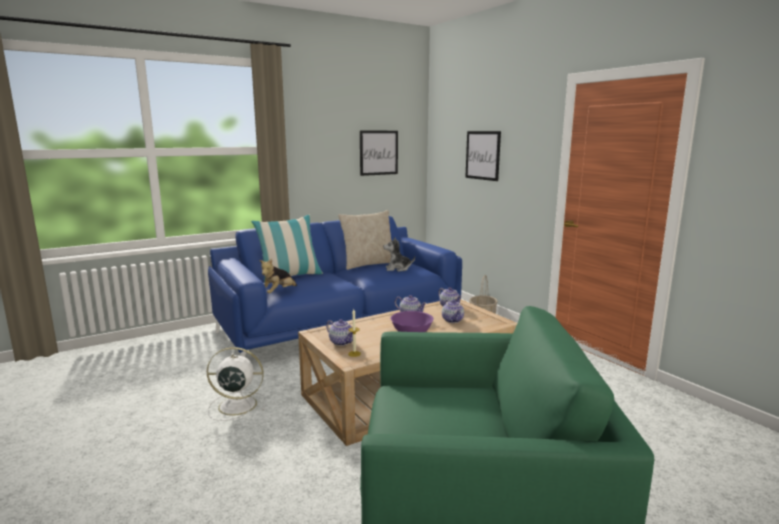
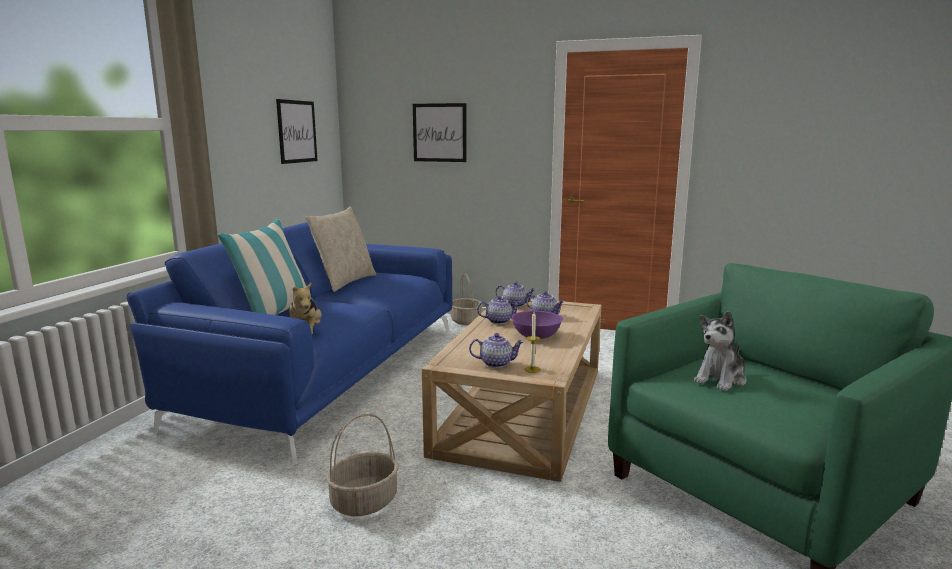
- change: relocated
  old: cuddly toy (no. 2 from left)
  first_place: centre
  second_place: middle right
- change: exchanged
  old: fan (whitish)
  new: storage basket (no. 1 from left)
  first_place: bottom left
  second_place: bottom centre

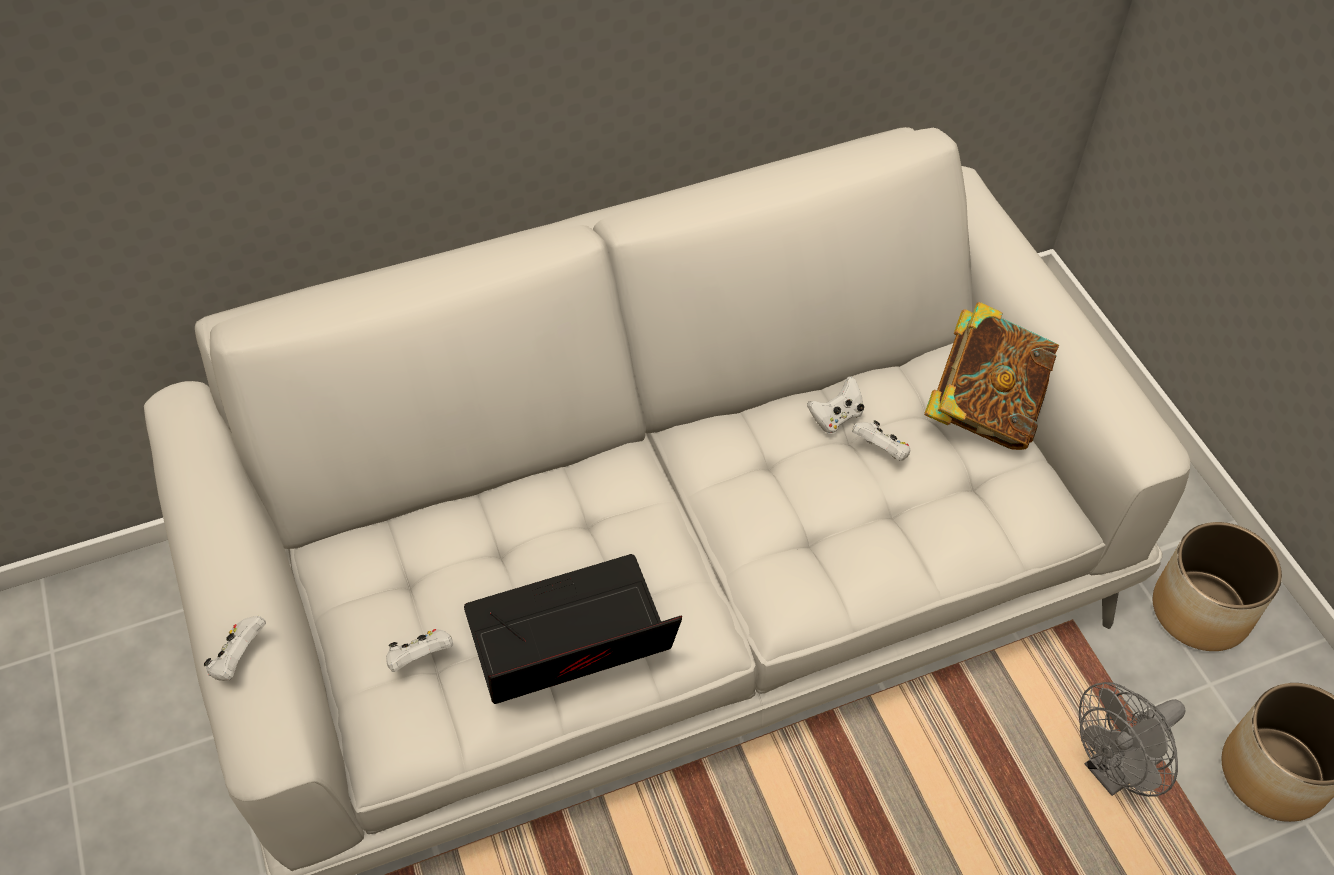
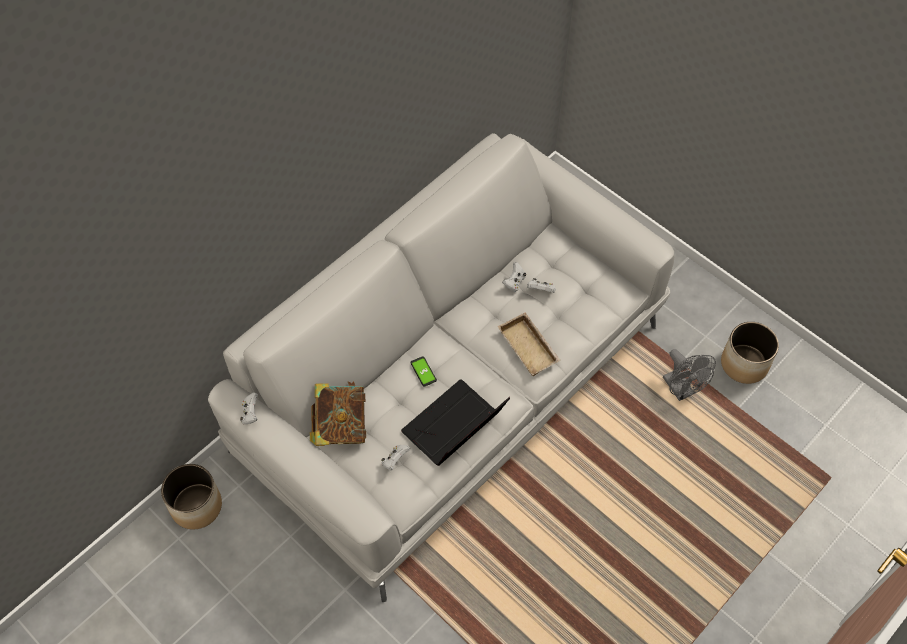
- change: relocated
  old: book
  first_place: middle right
  second_place: centre
- change: relocated
  old: flower pot (no. 1 from left)
  first_place: bottom right
  second_place: bottom left
- change: relocated
  old: joypad (whitish) (no. 1 from left)
  first_place: bottom left
  second_place: middle left
- change: spun
  old: fan (gray)
  first_place: bottom right
  second_place: middle right
  degrees: -60
- change: appeared
  new: carrying tray (beige)
  second_place: centre
- change: appeared
  new: phone
  second_place: centre

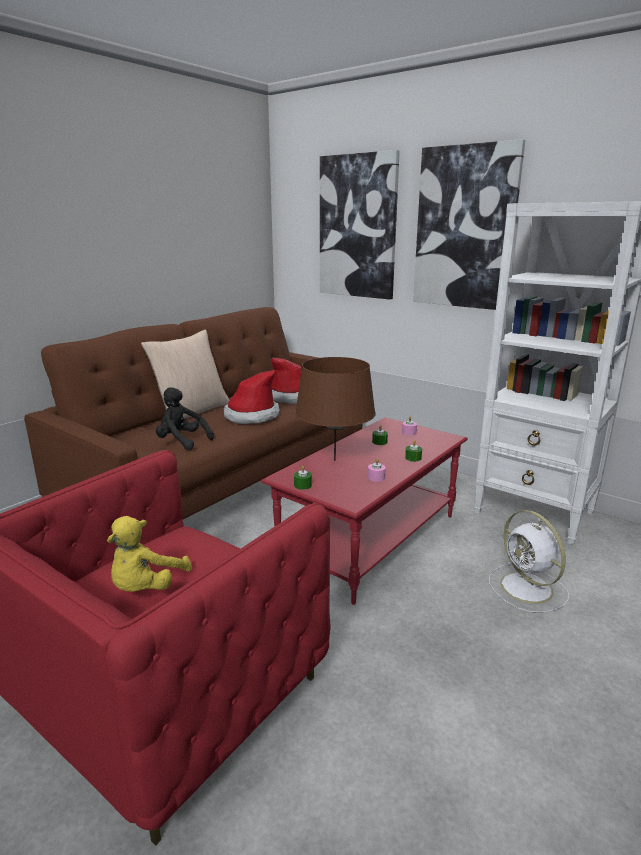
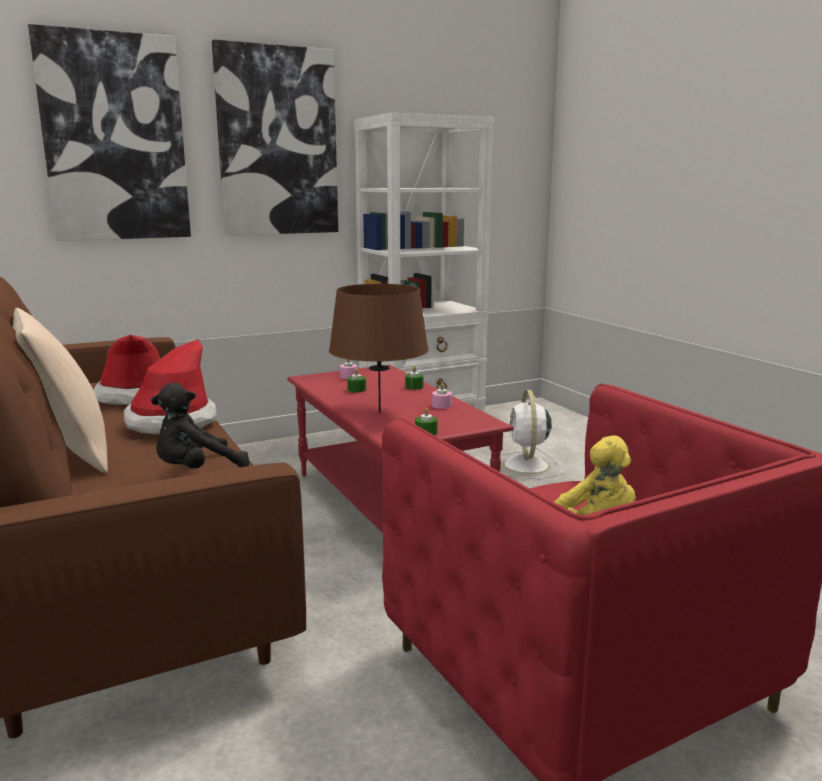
- change: spun
  old: fan (whitish)
  first_place: middle right
  second_place: centre
  degrees: 90

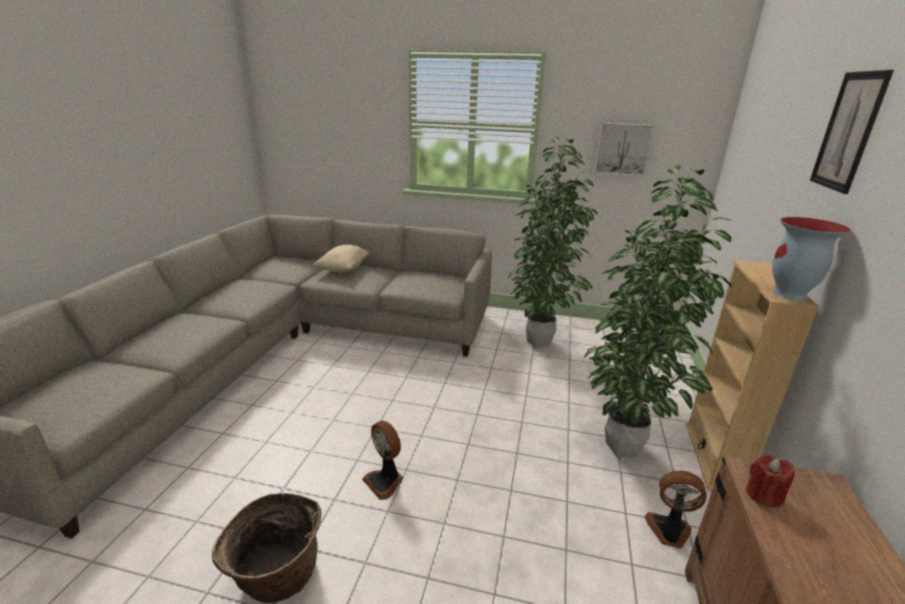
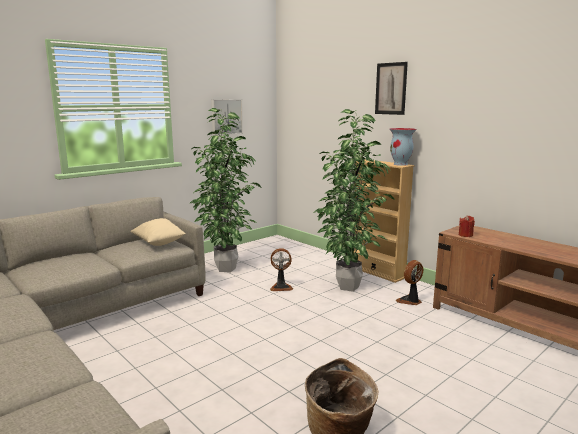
- change: relocated
  old: pillow (beige)
  first_place: centre
  second_place: middle left
- change: relocated
  old: fan (no. 1 from left)
  first_place: bottom centre
  second_place: centre

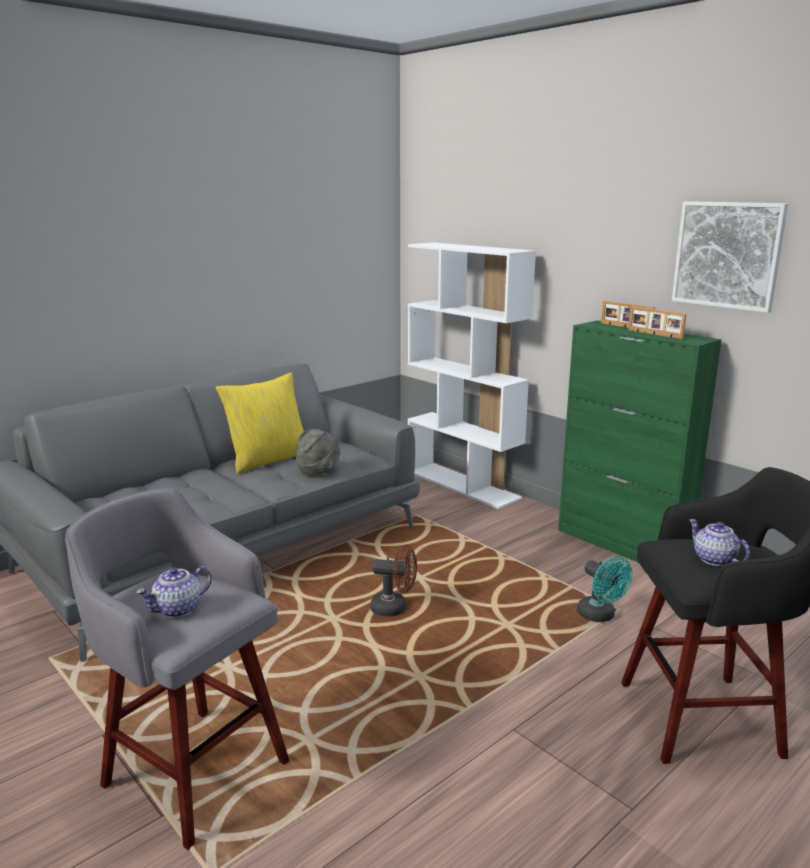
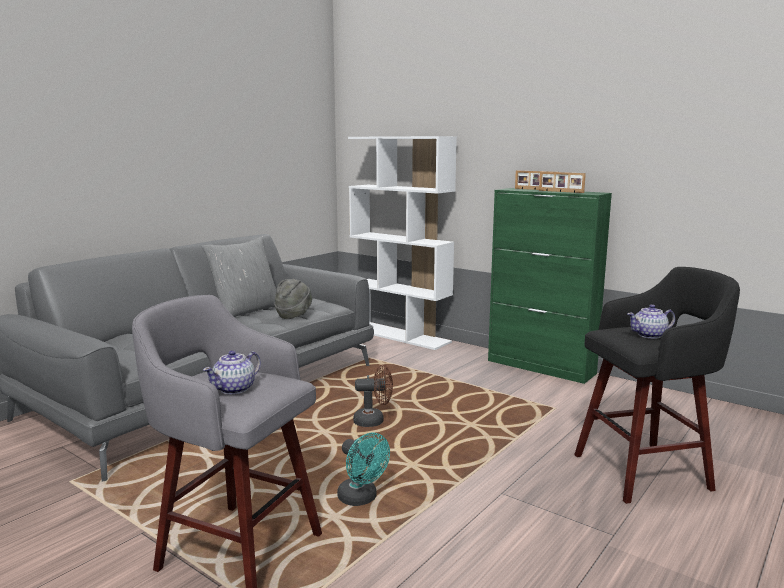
- change: missing
  old: wall art
  first_place: top right
- change: colour
  old: pillow (yellow-coloured)
  new: pillow (gray)
  first_place: middle left
  second_place: middle left
- change: spun
  old: pot for tea (no. 2 from left)
  first_place: middle right
  second_place: middle right
  degrees: -60
- change: relocated
  old: fan (turquoise)
  first_place: bottom right
  second_place: bottom centre

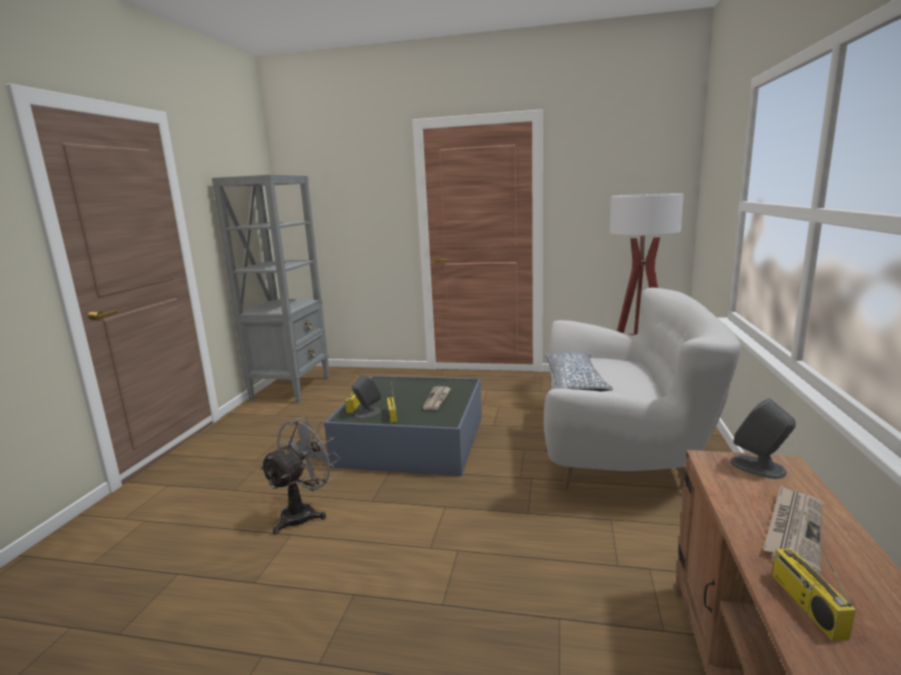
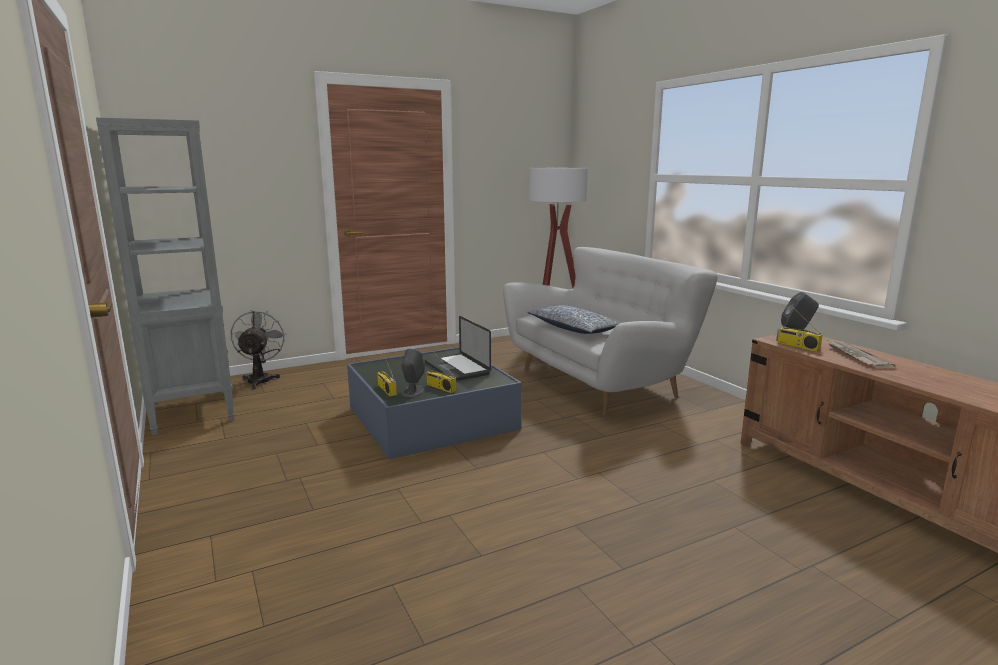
- change: exchanged
  old: printed paper (no. 1 from left)
  new: notebook computer
  first_place: centre
  second_place: centre
- change: relocated
  old: fan (gray)
  first_place: bottom left
  second_place: middle left
- change: relocated
  old: radio receiver (no. 3 from left)
  first_place: bottom right
  second_place: middle right

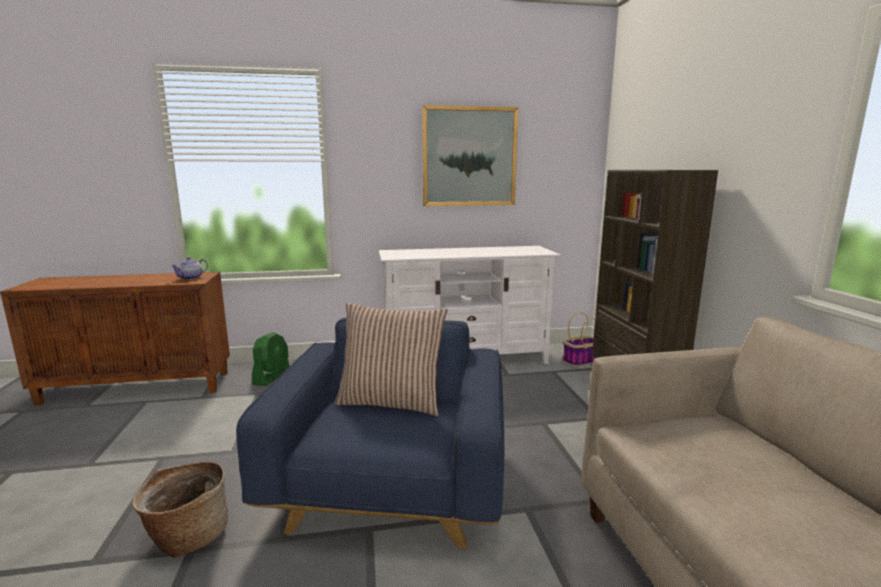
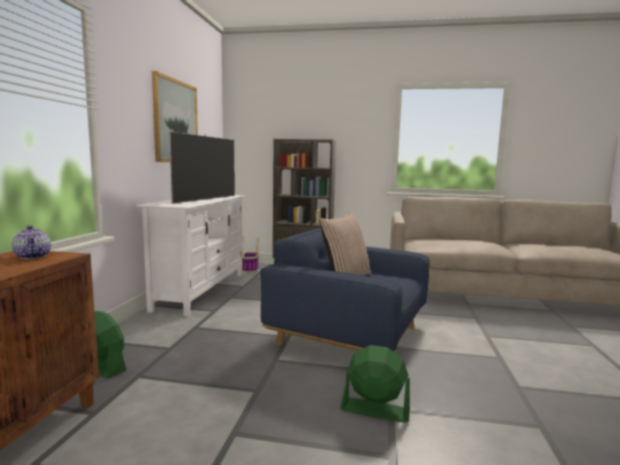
- change: exchanged
  old: storage basket (no. 1 from left)
  new: fan (greenish) (no. 2 from left)
  first_place: bottom left
  second_place: bottom centre
- change: appeared
  new: TV
  second_place: middle left

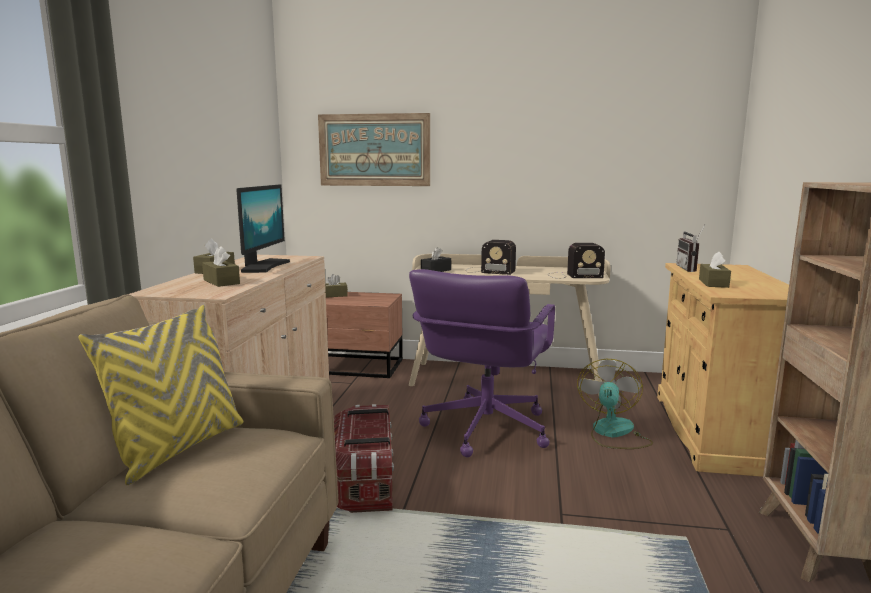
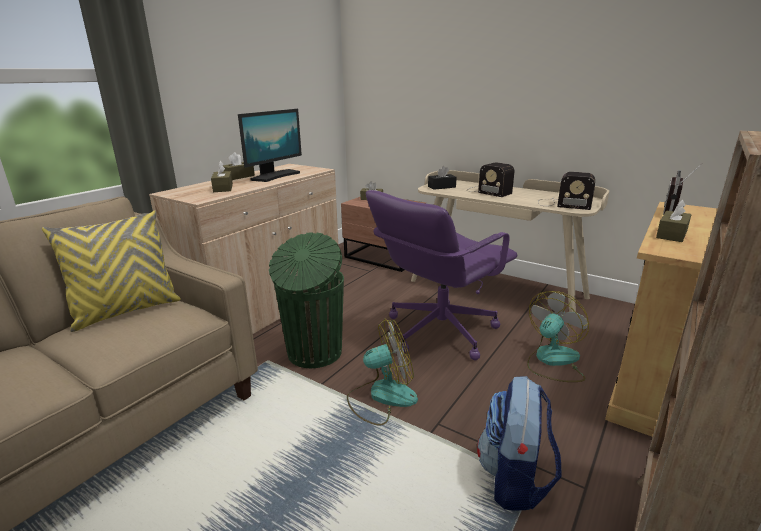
- change: missing
  old: wall art
  first_place: top centre
- change: exchanged
  old: storage container
  new: waste bin (greenish)
  first_place: bottom centre
  second_place: centre
- change: appeared
  new: fan (no. 1 from left)
  second_place: bottom centre
- change: appeared
  new: knapsack
  second_place: bottom right

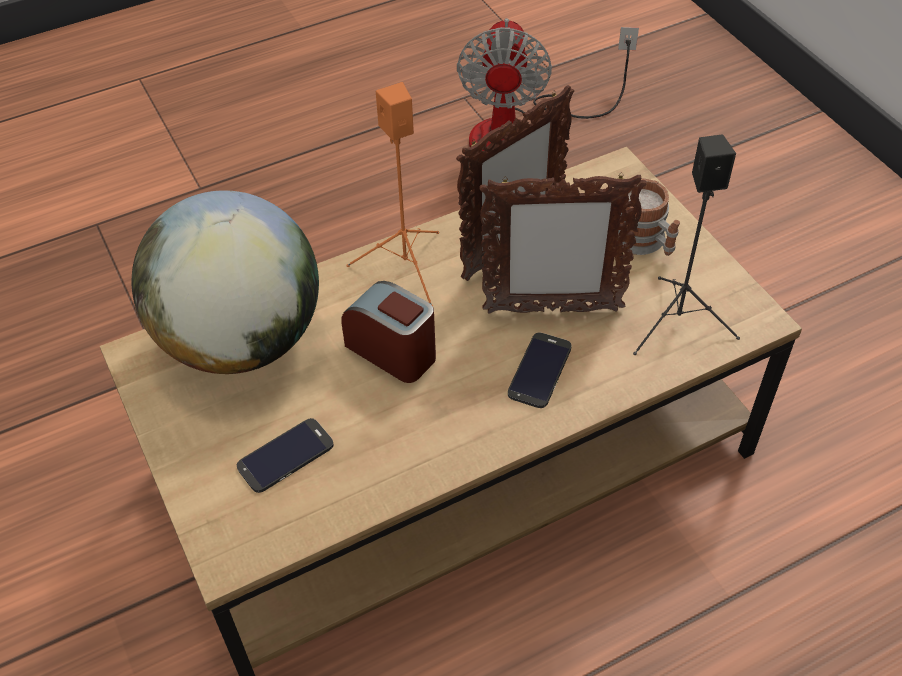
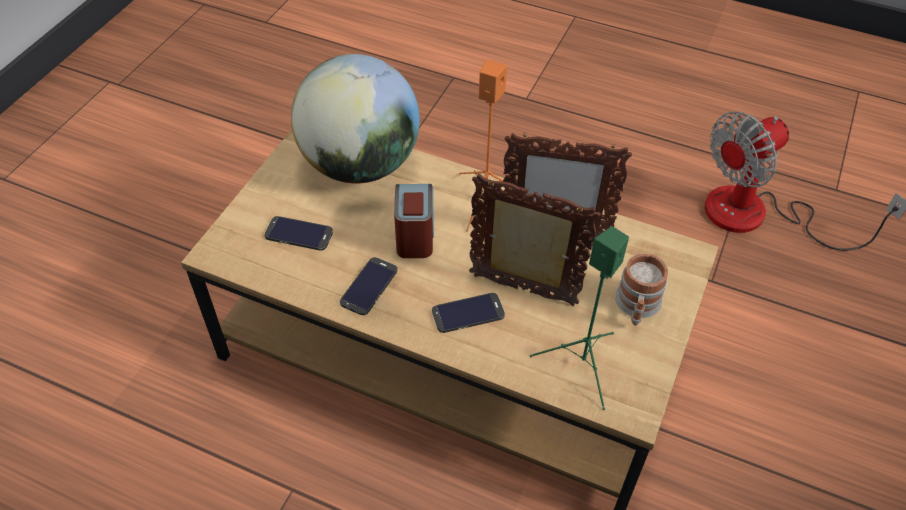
- change: colour
  old: speaker (black-coloured)
  new: speaker (greenish)
  first_place: middle right
  second_place: centre
- change: spun
  old: standing frame (no. 2 from left in the first image)
  first_place: centre
  second_place: centre
  degrees: 150
- change: appeared
  new: phone (no. 2 from left)
  second_place: centre

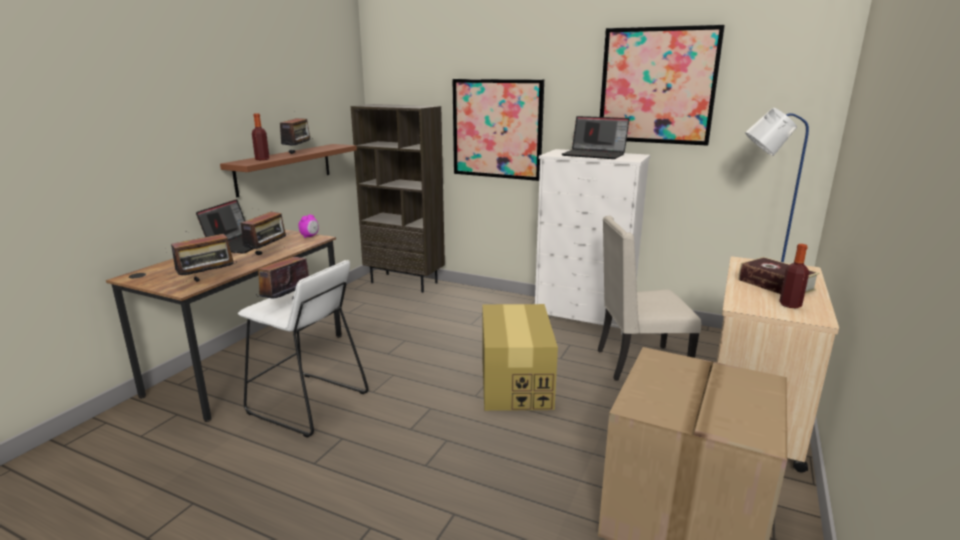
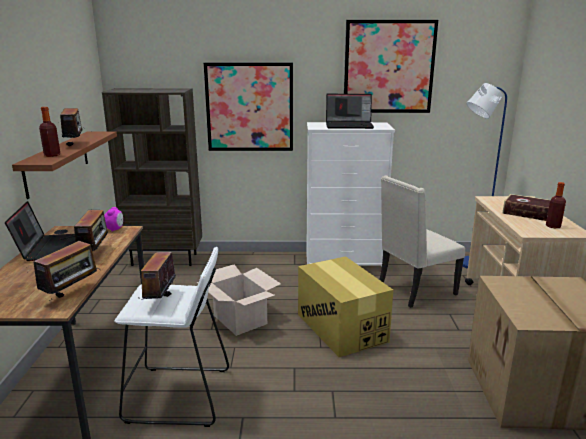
- change: appeared
  new: carton (no. 1 from left)
  second_place: bottom centre

